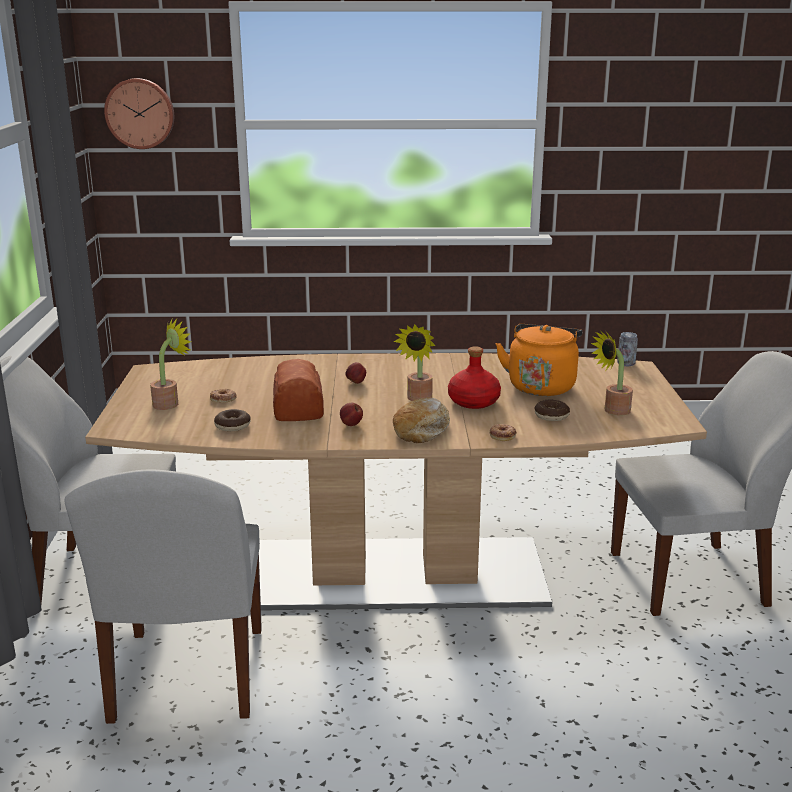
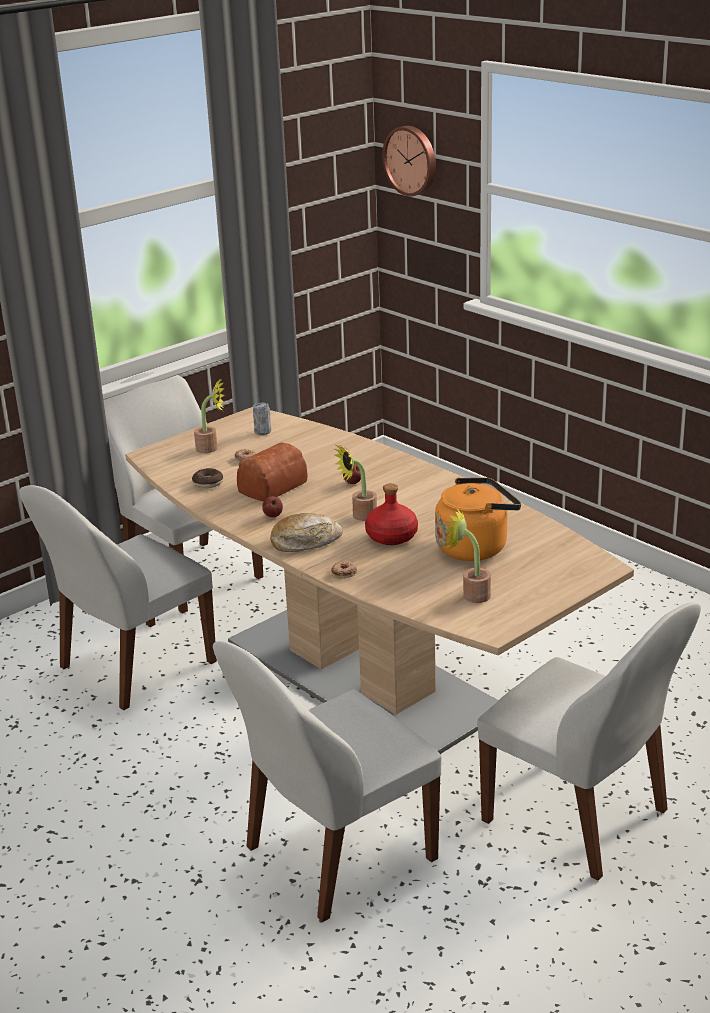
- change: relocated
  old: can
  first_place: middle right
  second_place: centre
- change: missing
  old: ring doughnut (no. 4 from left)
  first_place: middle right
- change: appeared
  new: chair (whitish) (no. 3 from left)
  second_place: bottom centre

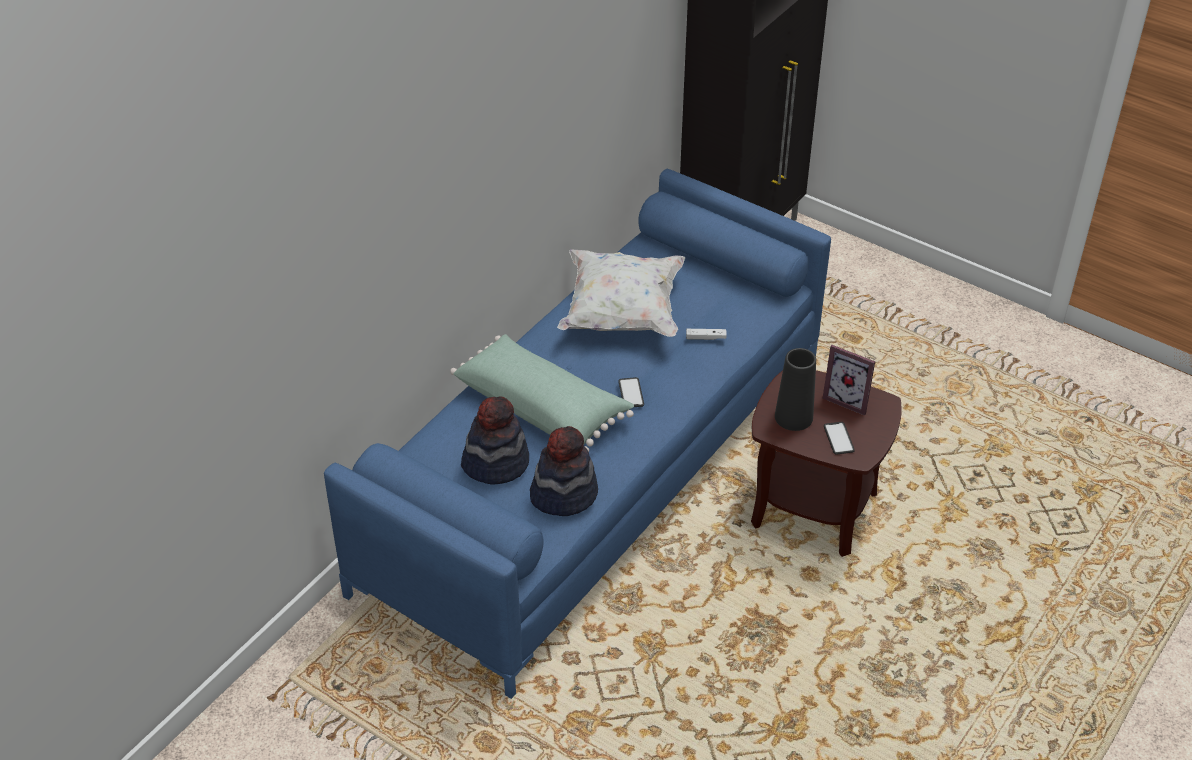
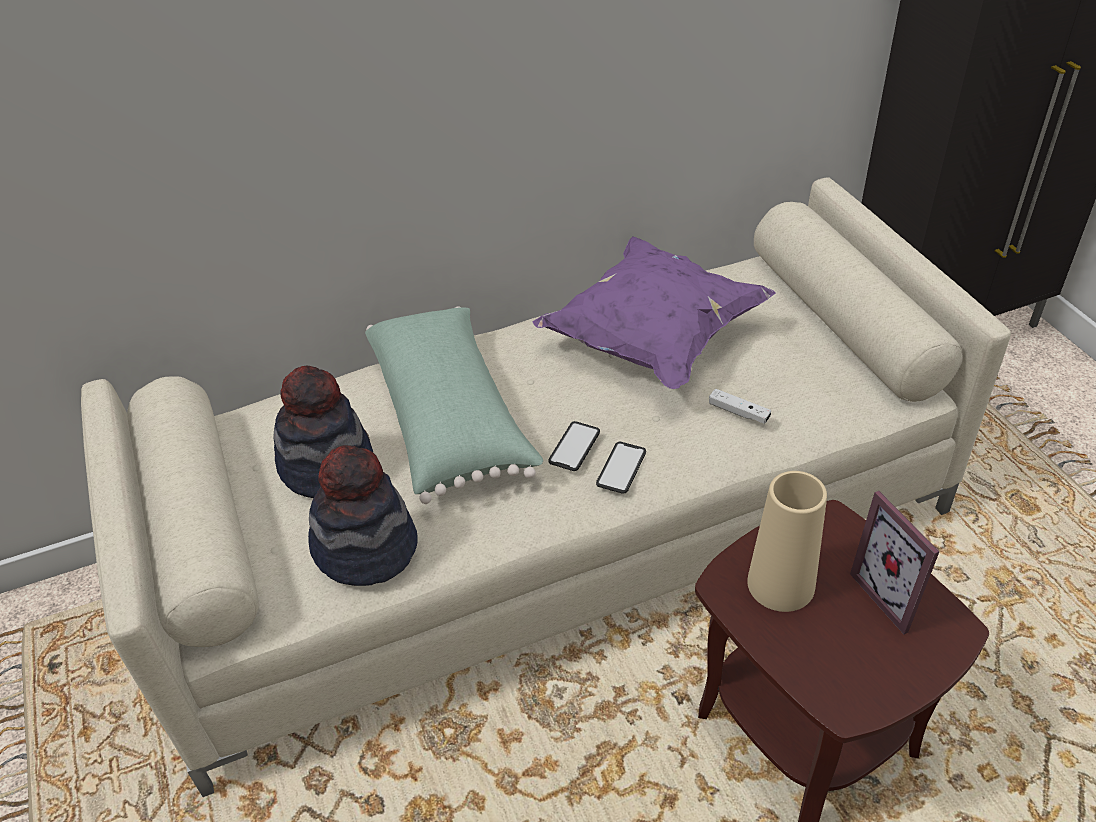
- change: colour
  old: couch (blue)
  new: couch (beige)
  first_place: centre
  second_place: centre
- change: colour
  old: pillow (whitish)
  new: pillow (purple-coloured)
  first_place: centre
  second_place: centre
- change: colour
  old: flower vase (black-coloured)
  new: flower vase (beige)
  first_place: middle right
  second_place: middle right
- change: relocated
  old: phone (no. 2 from left)
  first_place: middle right
  second_place: centre

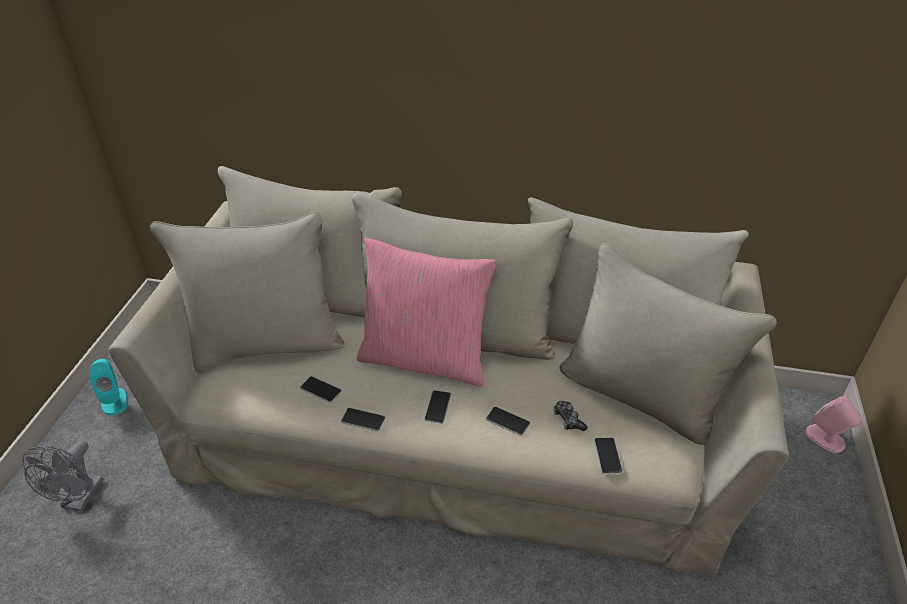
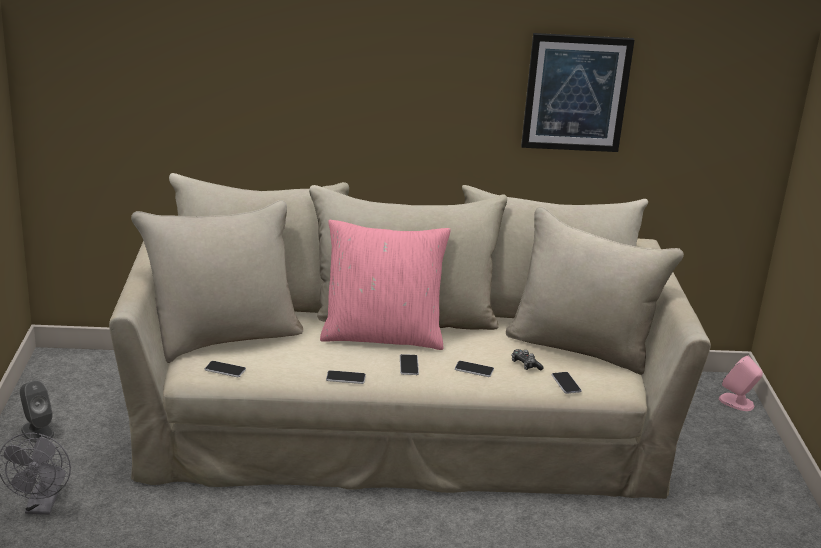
- change: colour
  old: speaker (turquoise)
  new: speaker (gray)
  first_place: middle left
  second_place: bottom left
- change: relocated
  old: phone (no. 1 from left)
  first_place: centre
  second_place: bottom left
- change: appeared
  new: wall art
  second_place: top right

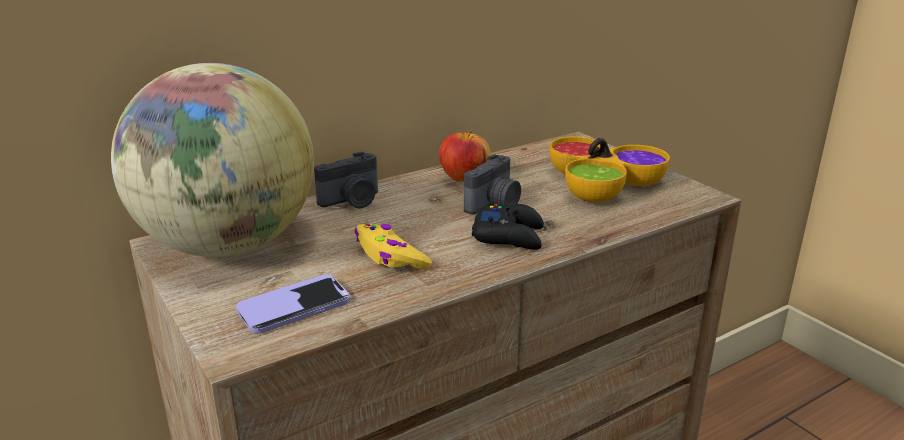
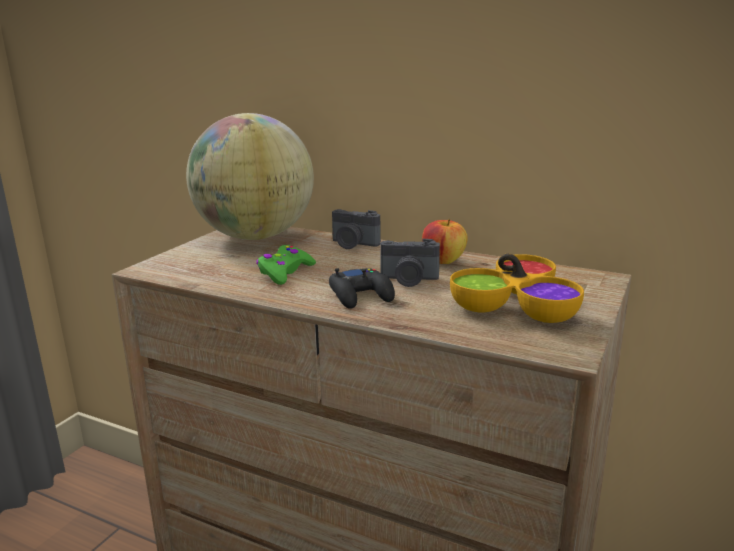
- change: colour
  old: joypad (yellow-coloured)
  new: joypad (greenish)
  first_place: centre
  second_place: centre
- change: missing
  old: phone
  first_place: bottom left

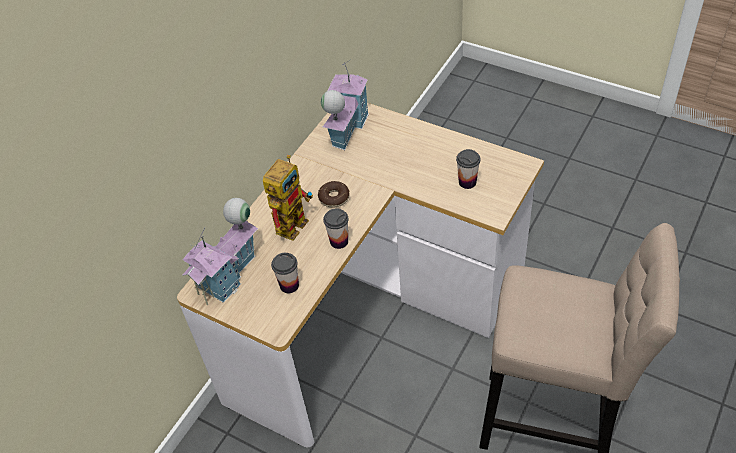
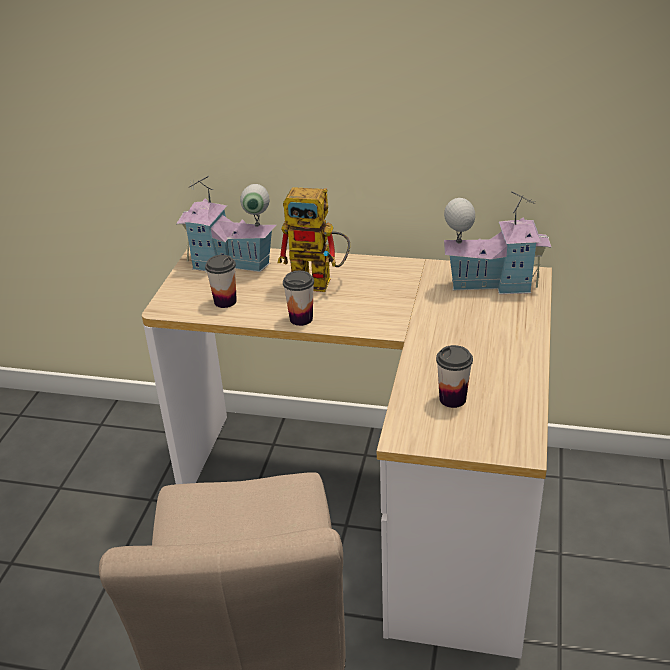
- change: missing
  old: ring doughnut
  first_place: centre

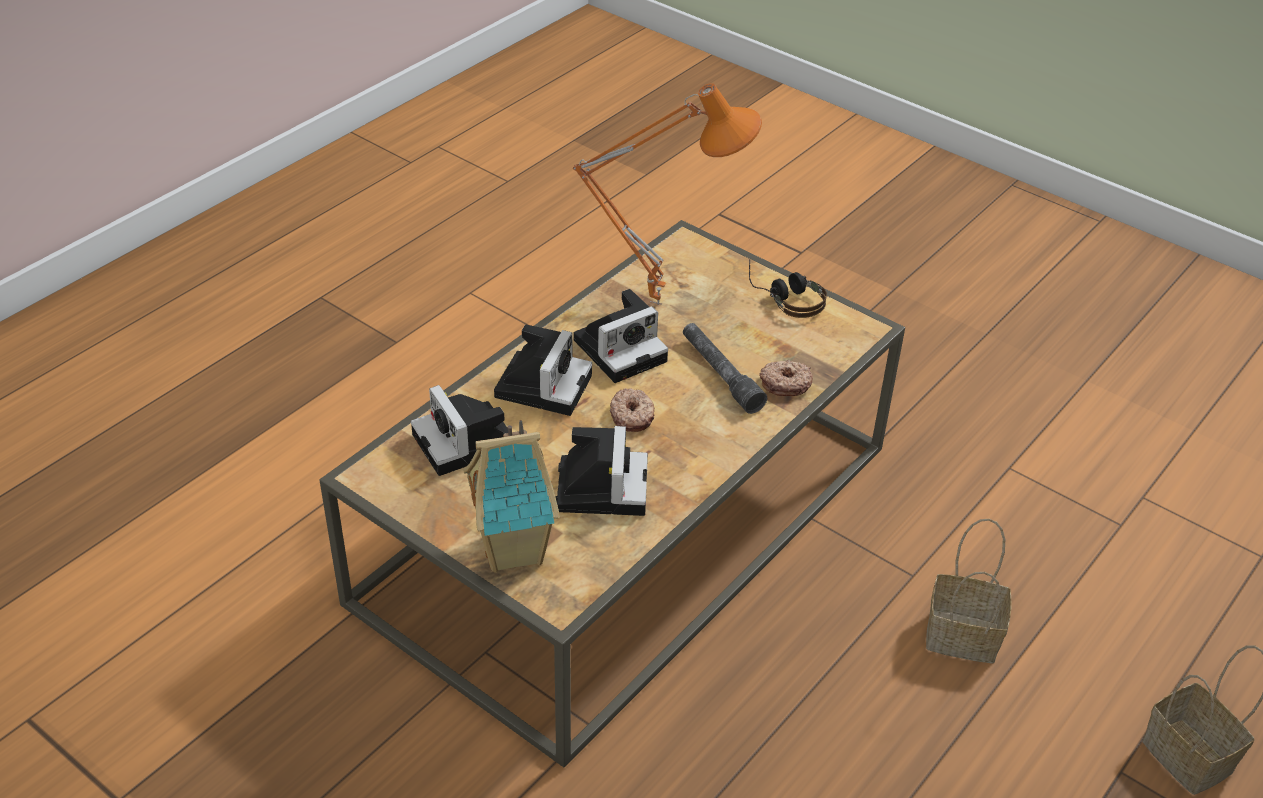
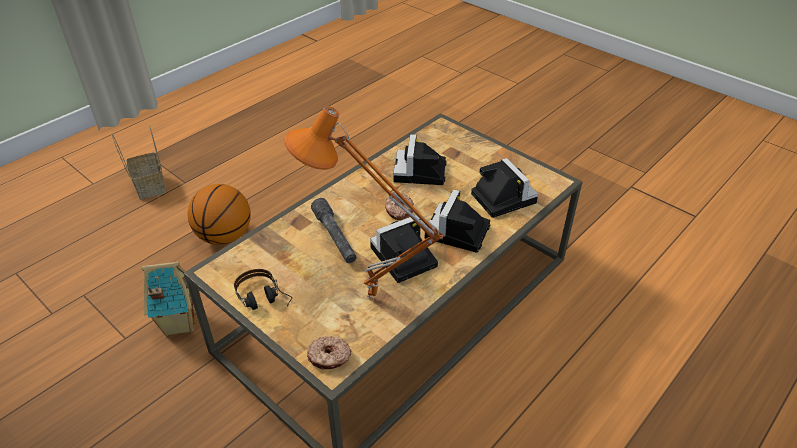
- change: relocated
  old: ring doughnut (no. 2 from left in the first image)
  new: ring doughnut (no. 1 from left)
  first_place: centre
  second_place: bottom centre
- change: relocated
  old: toy house
  first_place: centre
  second_place: bottom left
- change: exchanged
  old: storage basket (no. 1 from left)
  new: basketball ball
  first_place: bottom right
  second_place: middle left

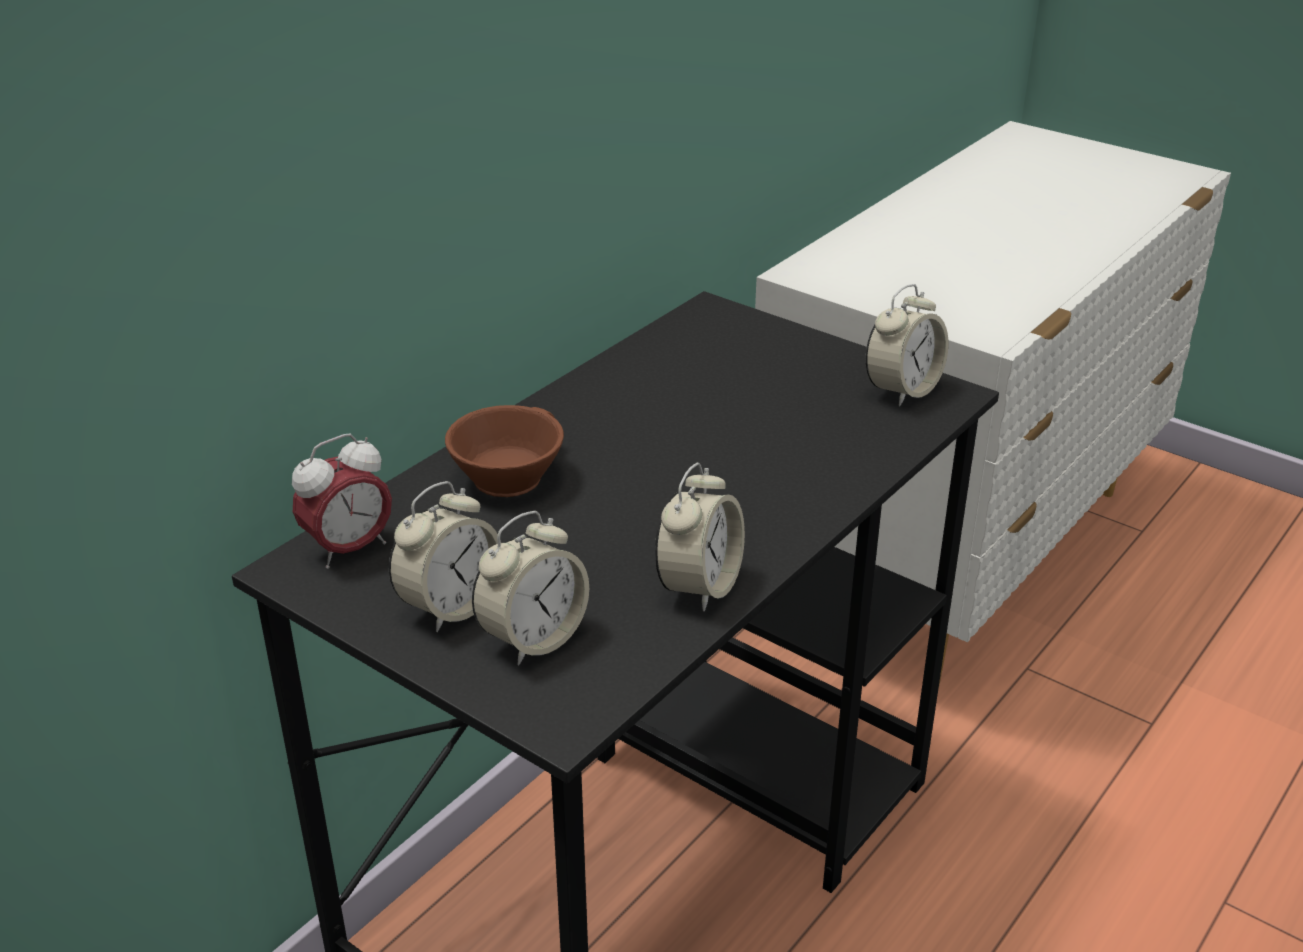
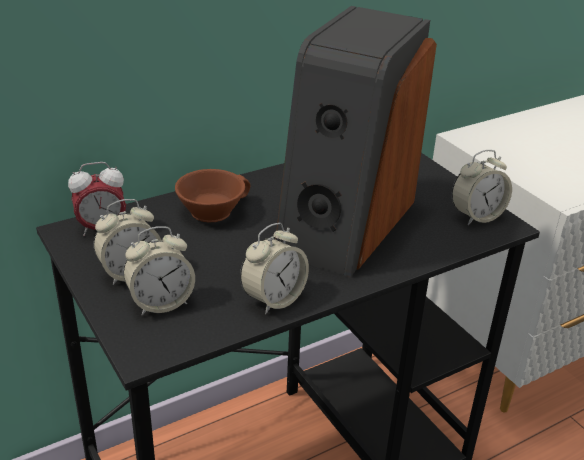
- change: appeared
  new: speaker
  second_place: top centre

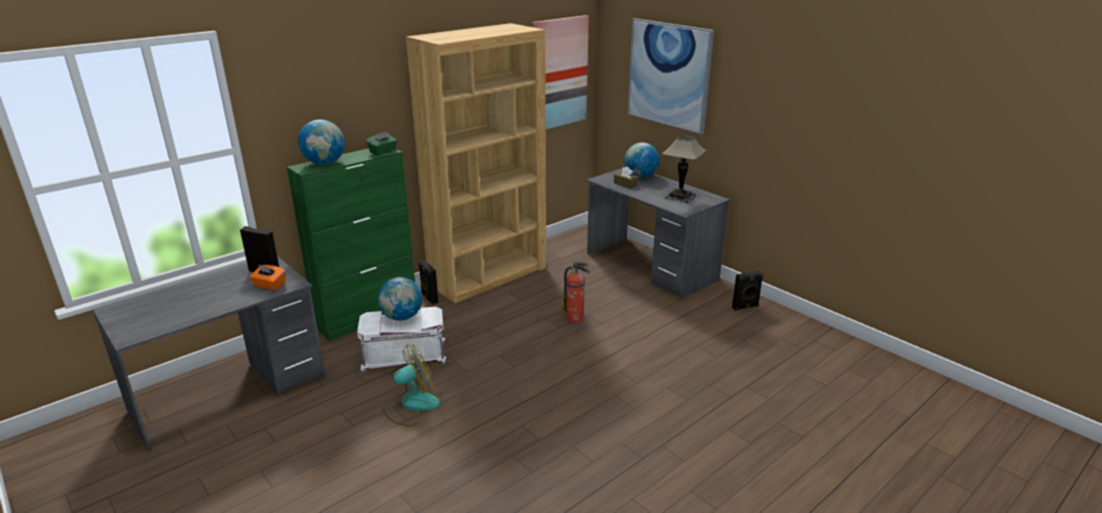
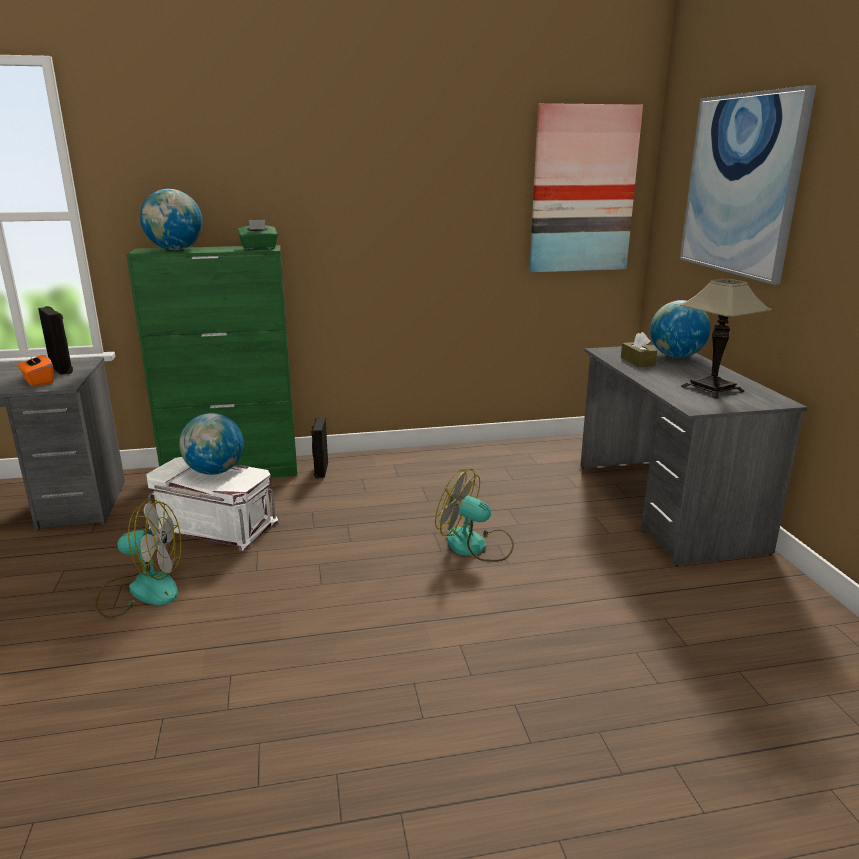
- change: missing
  old: bookcase (brownish)
  first_place: top centre
- change: exchanged
  old: fire extinguisher
  new: fan (no. 2 from left)
  first_place: centre
  second_place: centre
- change: missing
  old: speaker (black-coloured) (no. 3 from left)
  first_place: middle right

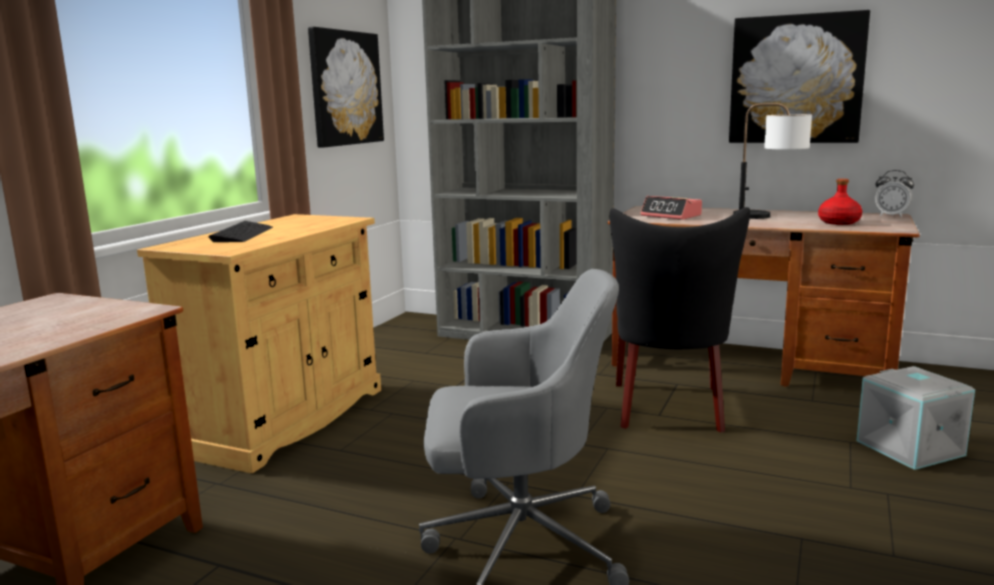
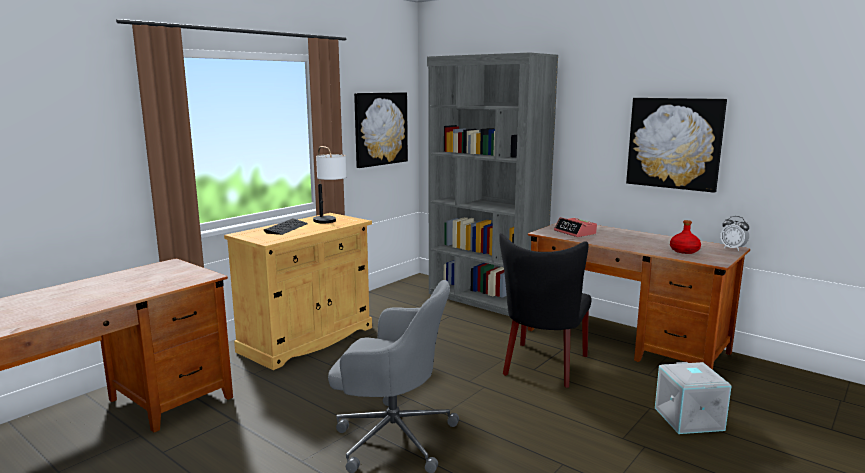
- change: relocated
  old: table lamp
  first_place: top right
  second_place: centre

